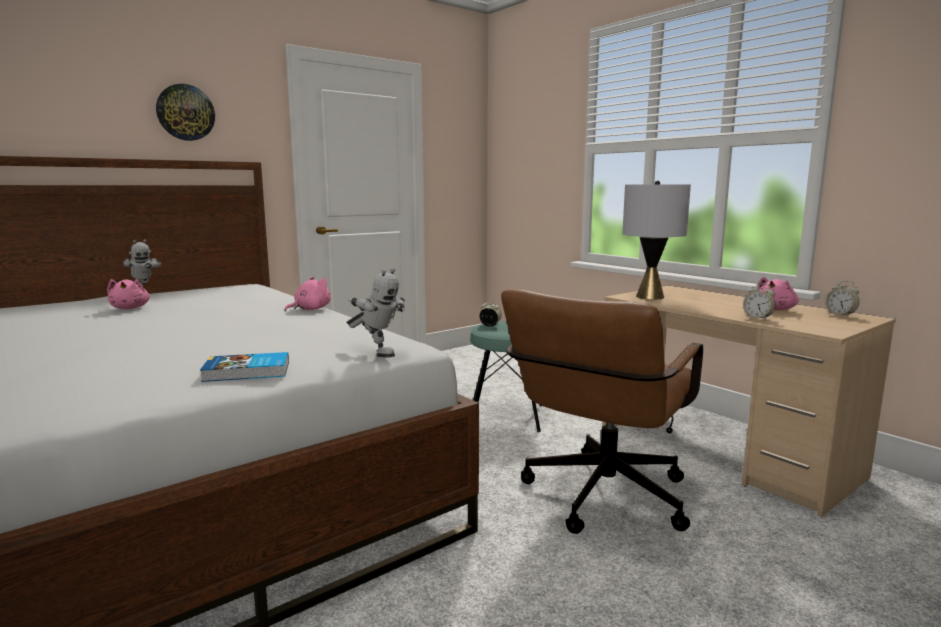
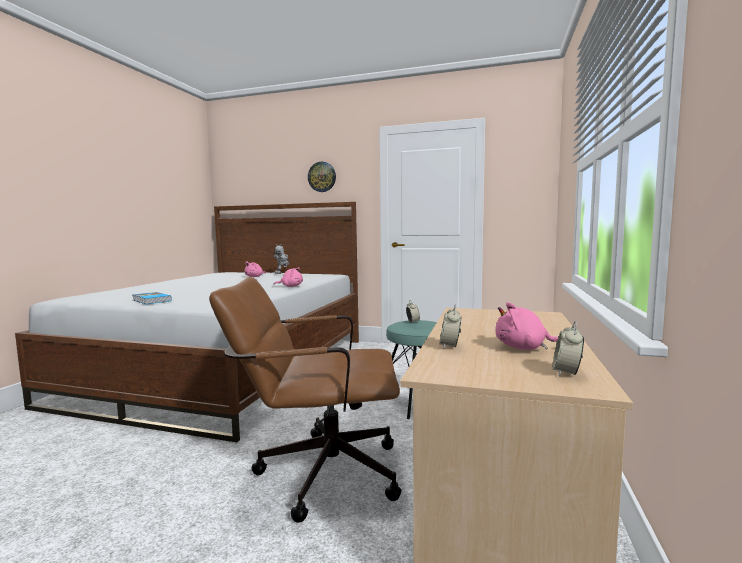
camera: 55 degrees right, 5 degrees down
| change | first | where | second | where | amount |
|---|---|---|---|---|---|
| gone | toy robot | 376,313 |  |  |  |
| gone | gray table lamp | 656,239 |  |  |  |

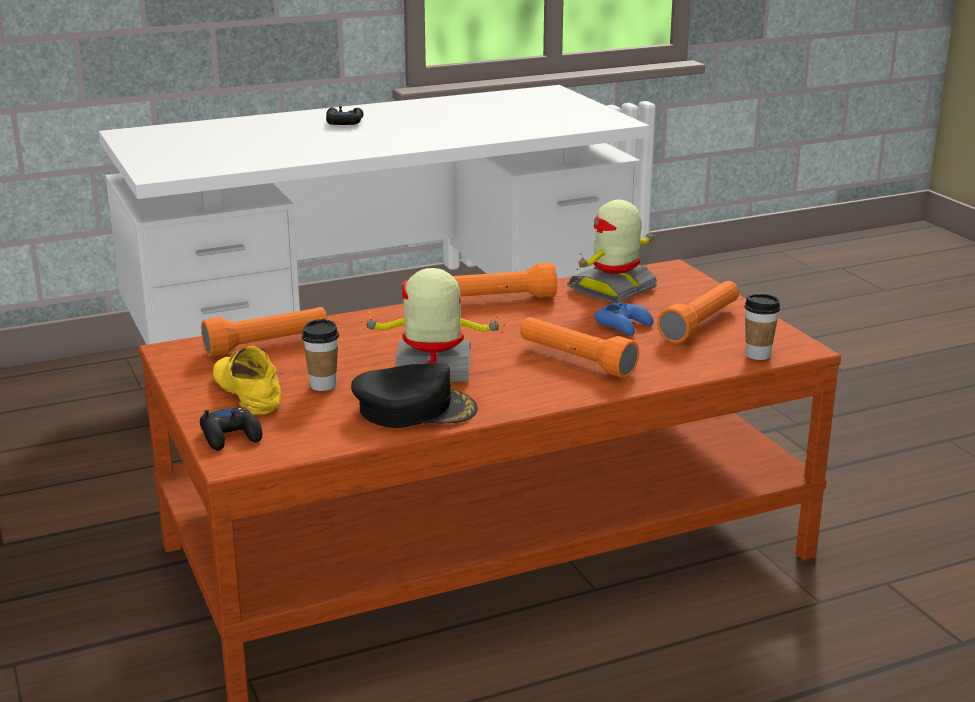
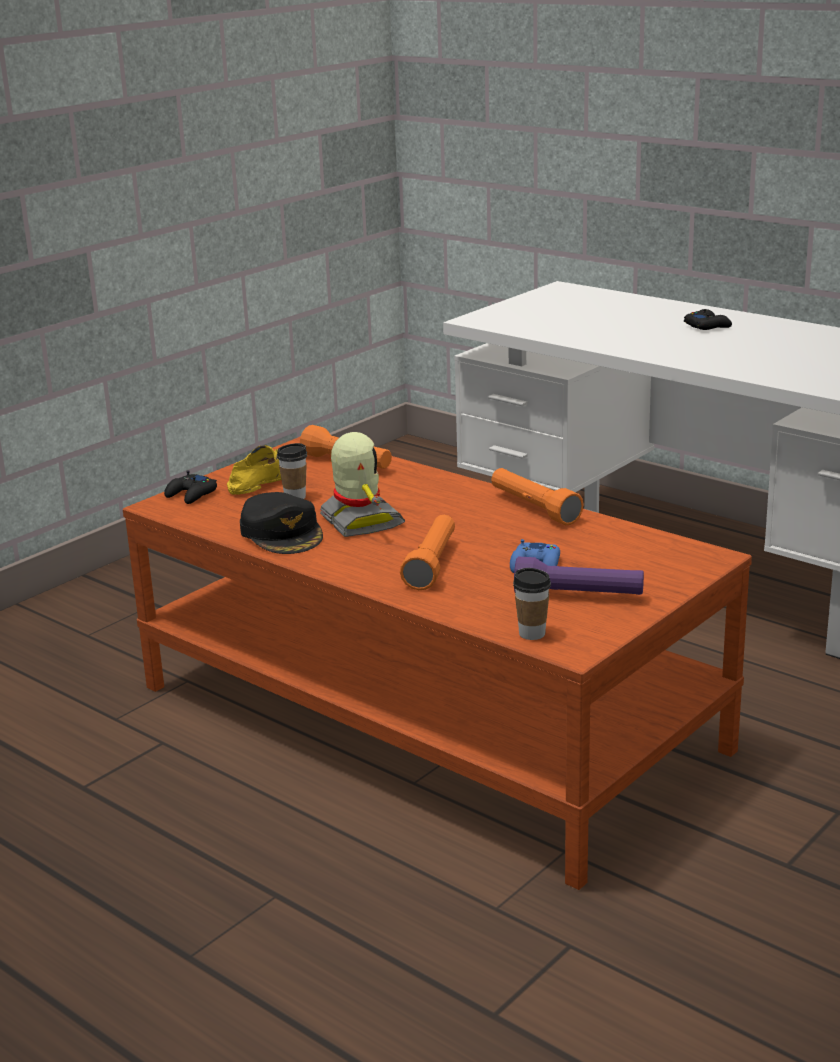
camera: 65 degrees right, 0 degrees up
| change | first | where | second | where | amount |
|---|---|---|---|---|---|
| repainted | orange-coloured flashlight | 698,312 | purple-coloured flashlight | 579,575 |  |
| gone | toy robot | 612,251 |  |  |  |

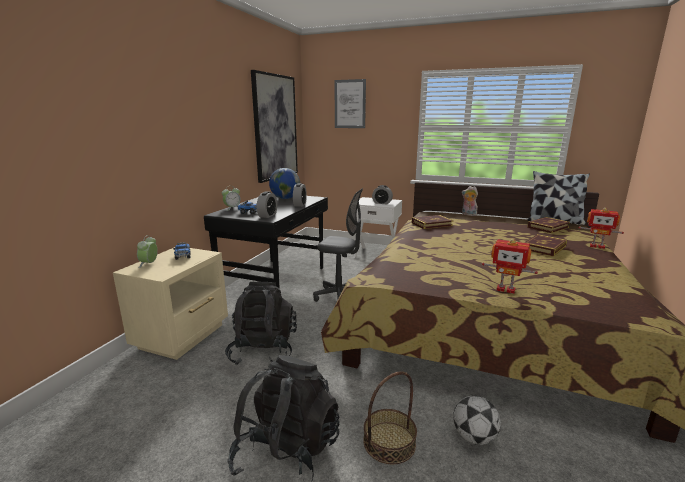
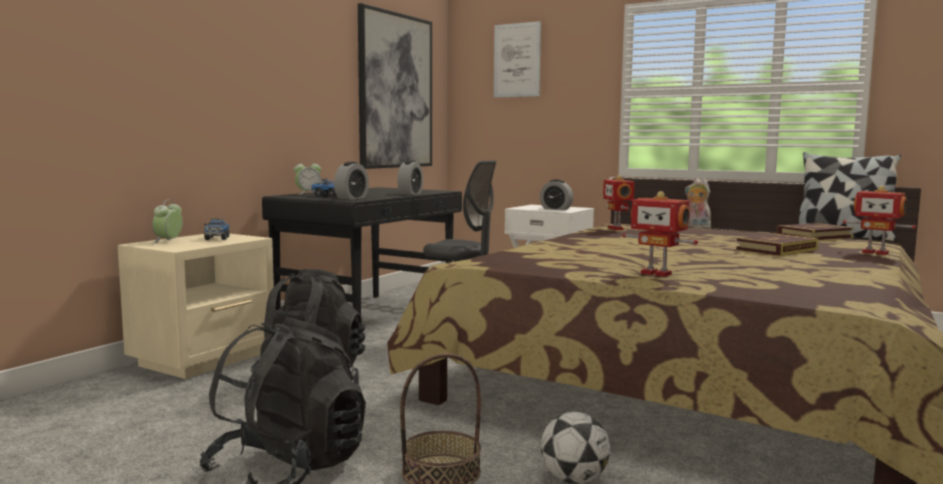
camera: 10 degrees right, 10 degrees down
| change | first | where | second | where | amount |
|---|---|---|---|---|---|
| swapped | book | 432,222 | toy robot | 619,202 |  |
| gone | globe | 284,183 |  |  |  |

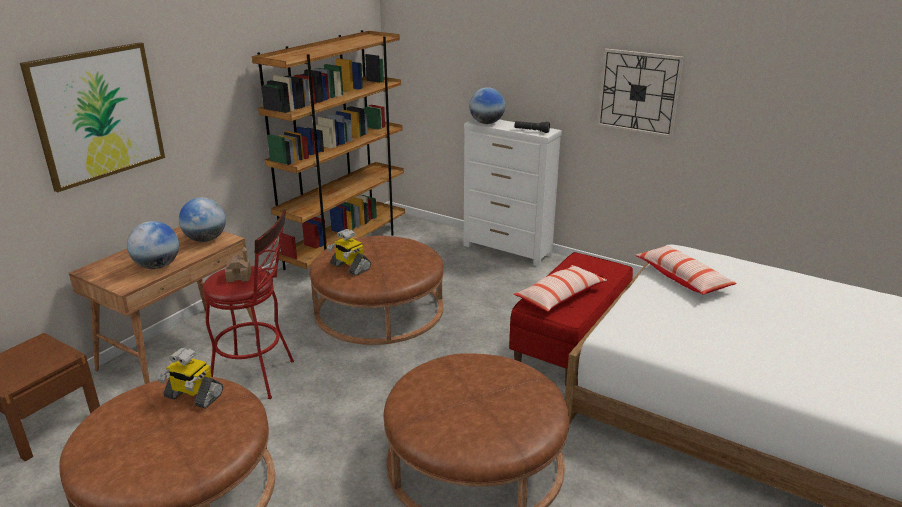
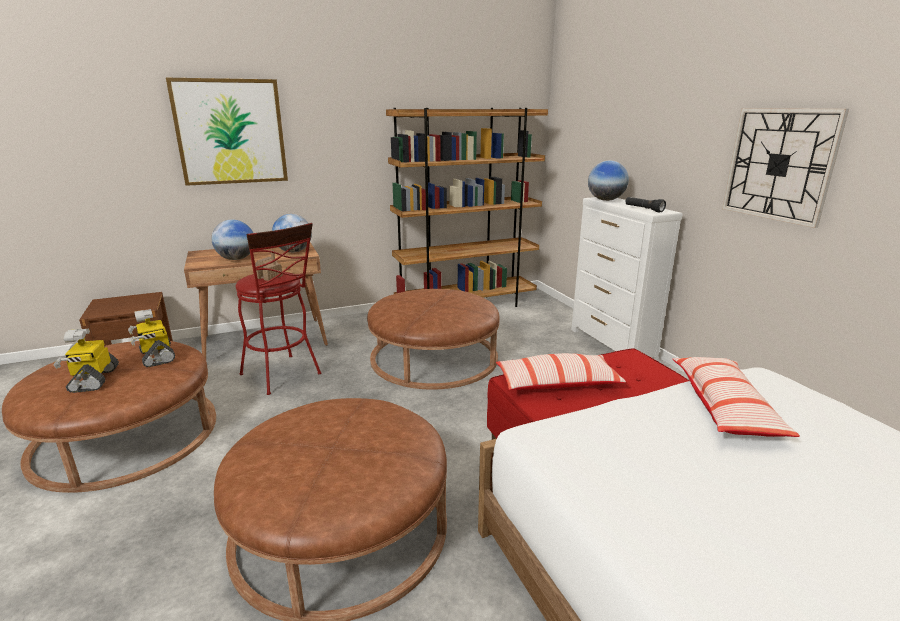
camera: 35 degrees right, 5 degrees down
| change | first | where | second | where | amount |
|---|---|---|---|---|---|
| shifted | toy robot | 349,252 |  | 86,361 |  |

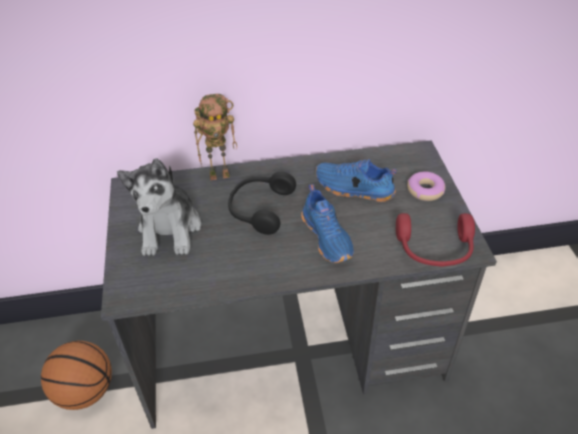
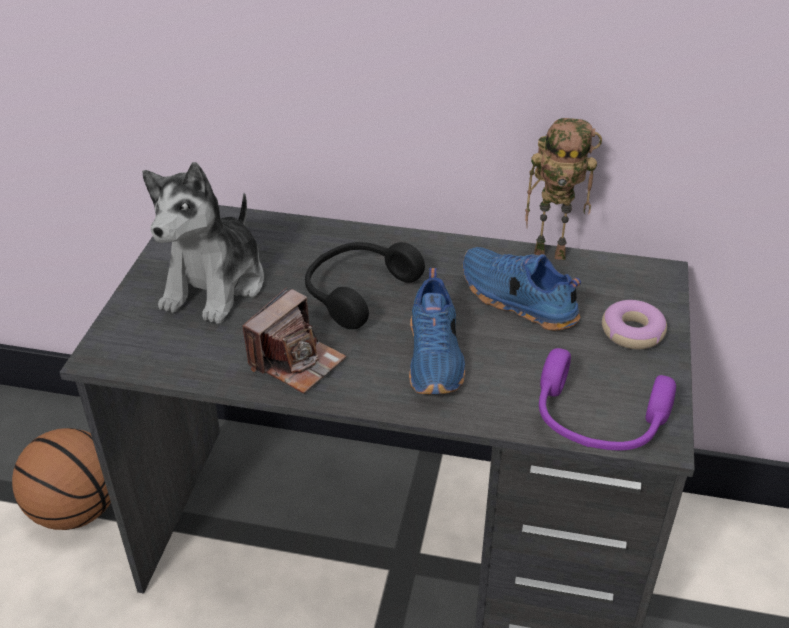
camera: 20 degrees right, 5 degrees down
| change | first | where | second | where | amount |
|---|---|---|---|---|---|
| new |  |  | still camera | 294,341 |  |
| shifted | toy robot | 215,137 |  | 563,189 |  |
| repainted | reddish headset | 435,240 | purple-coloured headset | 607,399 |  |

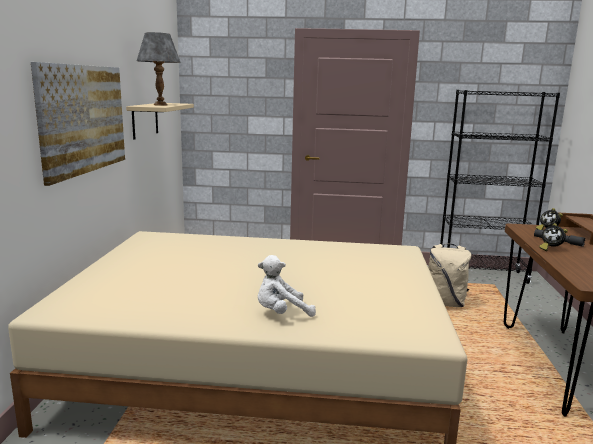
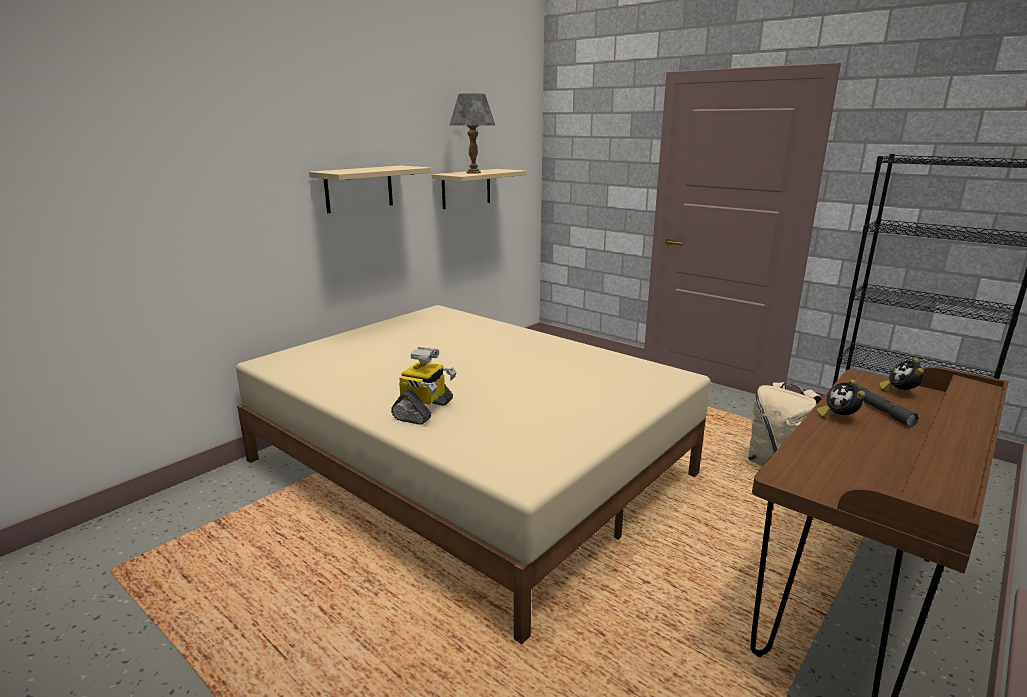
camera: 35 degrees right, 5 degrees up
| change | first | where | second | where | amount |
|---|---|---|---|---|---|
| swapped | wall picture | 78,124 | sand-coloured wall shelf | 370,189 |  |
| swapped | white-coloured plush toy | 286,286 | toy robot | 423,386 |  |

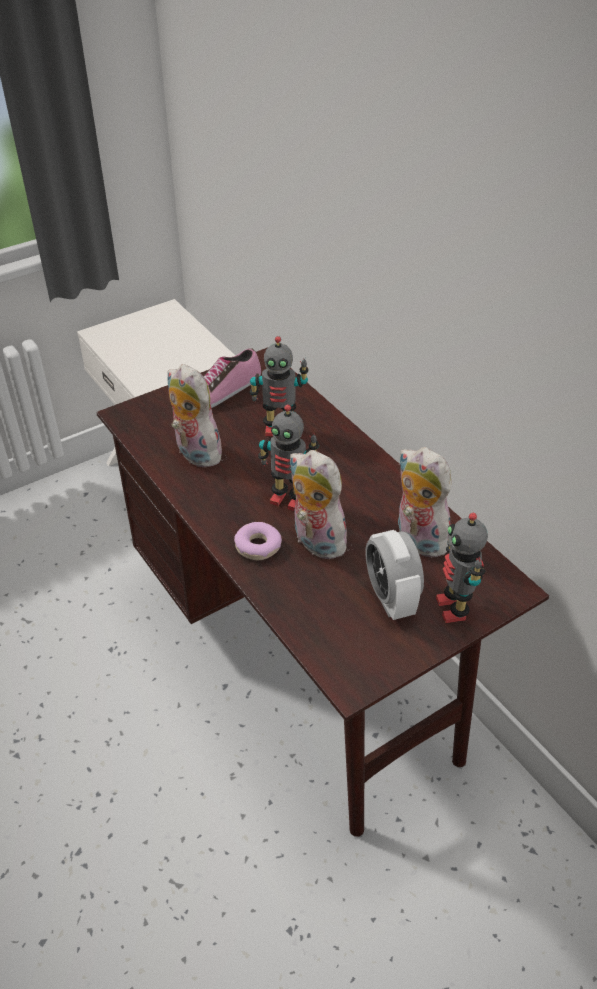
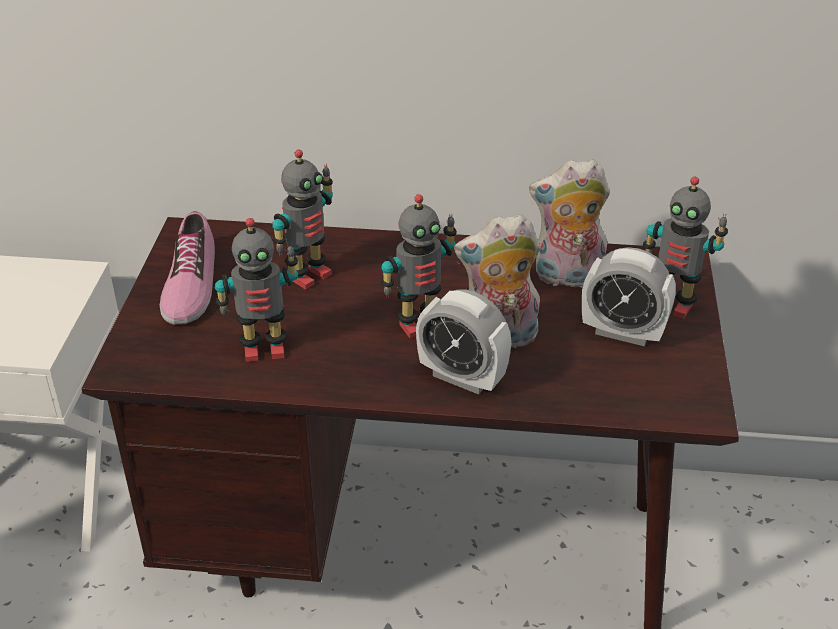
camera: 50 degrees left, 5 degrees down
| change | first | where | second | where | amount |
|---|---|---|---|---|---|
| swapped | plush toy | 195,416 | toy robot | 256,290 |  |
| swapped | doughnut | 258,541 | table clock | 463,341 |  |

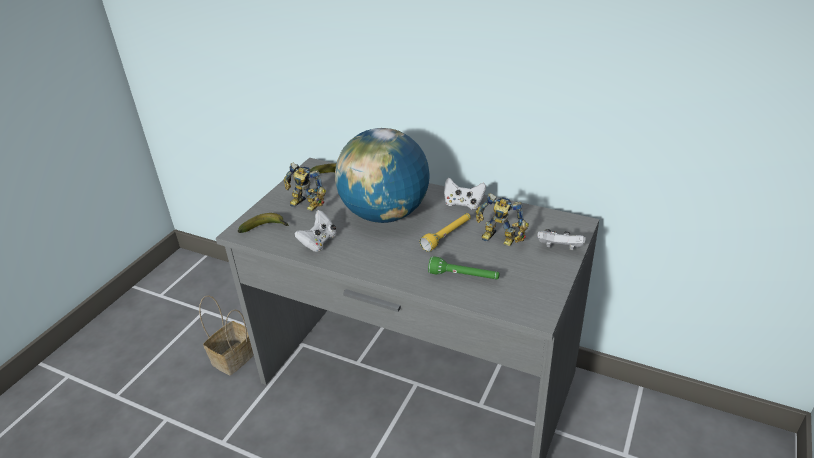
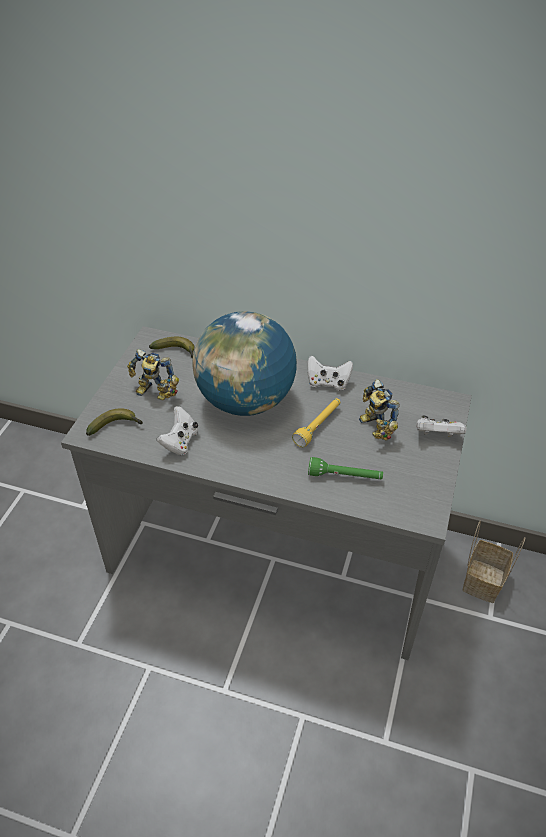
camera: 10 degrees left, 10 degrees up
| change | first | where | second | where | amount |
|---|---|---|---|---|---|
| rotated | toy robot | 502,219 |  | 379,410 | 45 degrees clockwise |
| shifted | basket | 226,335 |  | 494,561 |  |

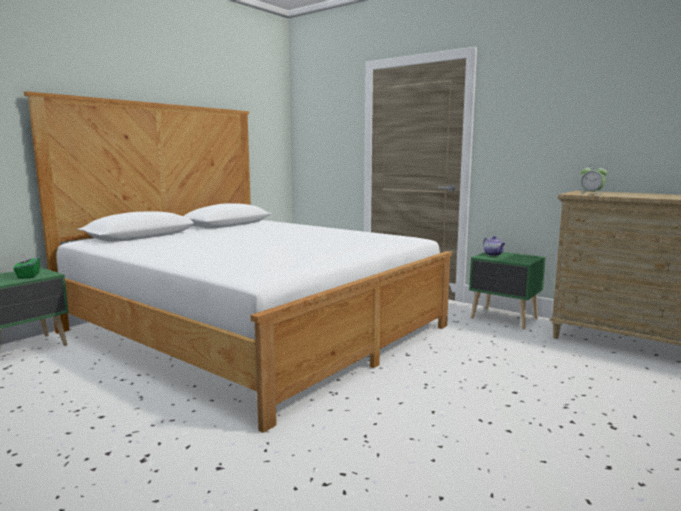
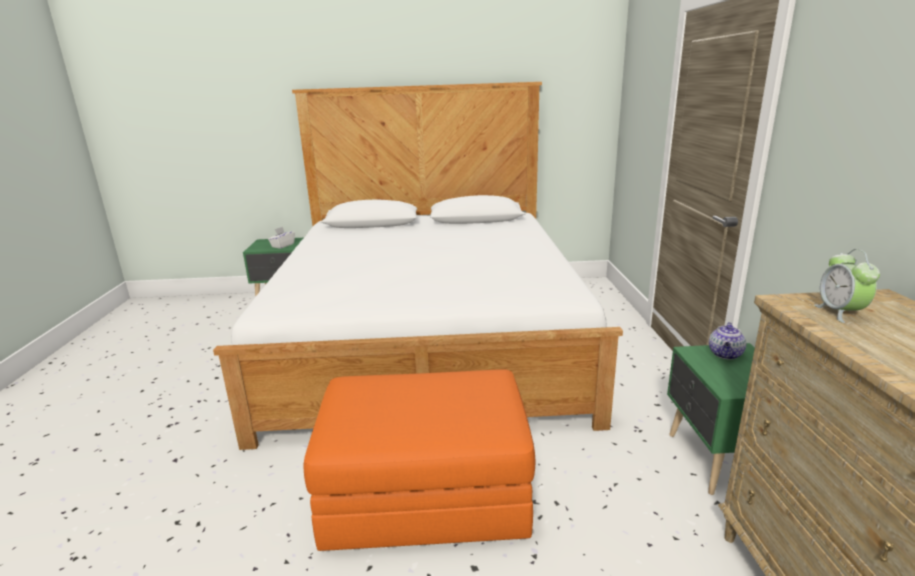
camera: 50 degrees right, 10 degrees up
| change | first | where | second | where | amount |
|---|---|---|---|---|---|
| repainted | greenish tissue box | 26,266 | white-coloured tissue box | 281,238 |  |
| new |  |  | orange-coloured ottoman | 419,460 |  |

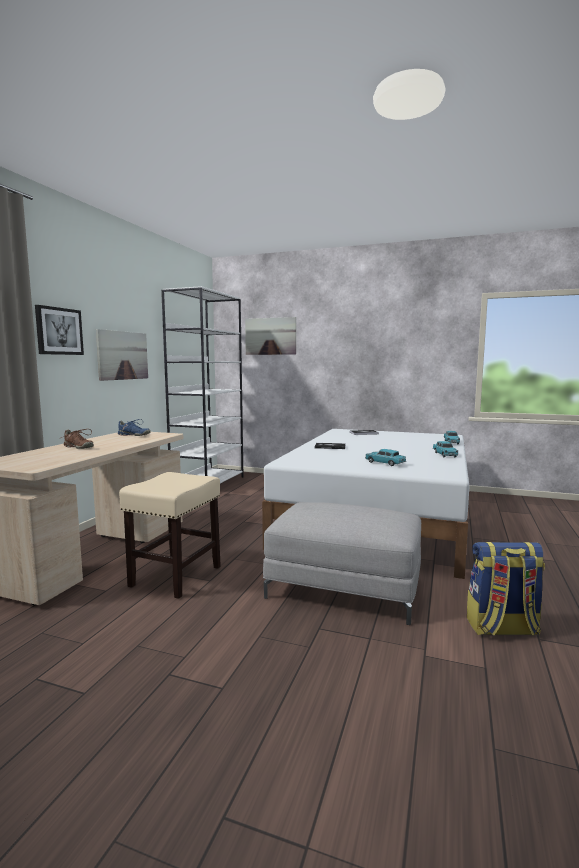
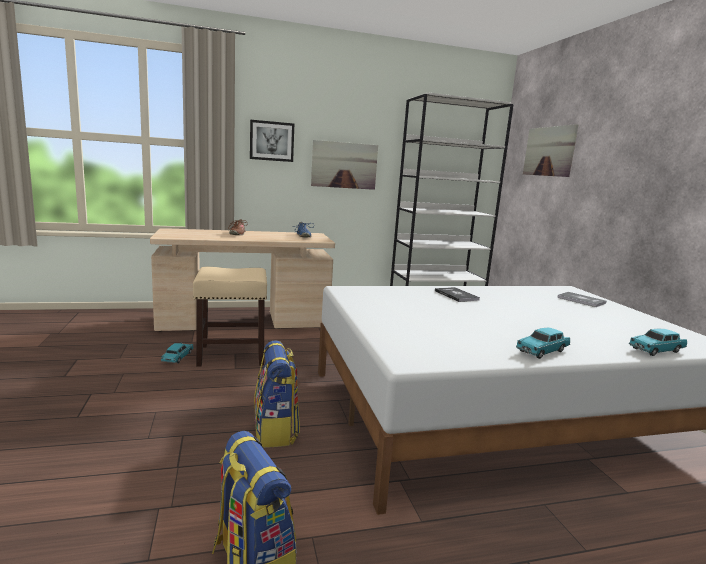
camera: 55 degrees right, 5 degrees up
| change | first | where | second | where | amount |
|---|---|---|---|---|---|
| shifted | turquoise-coloured miniature car | 385,457 |  | 177,353 |  |
| swapped | gray ottoman | 342,563 | rucksack | 277,394 |  |

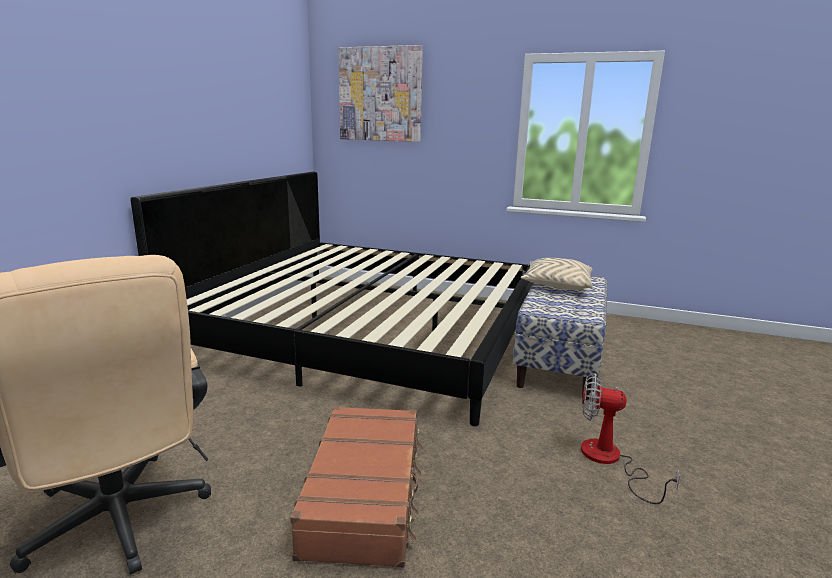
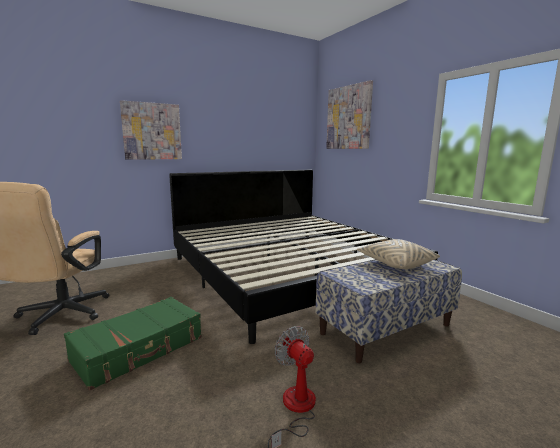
camera: 40 degrees right, 5 degrees down
| change | first | where | second | where | amount |
|---|---|---|---|---|---|
| repainted | brown piece of luggage | 356,487 | greenish piece of luggage | 133,344 |  |
| new |  |  | wall picture | 151,130 |  |

